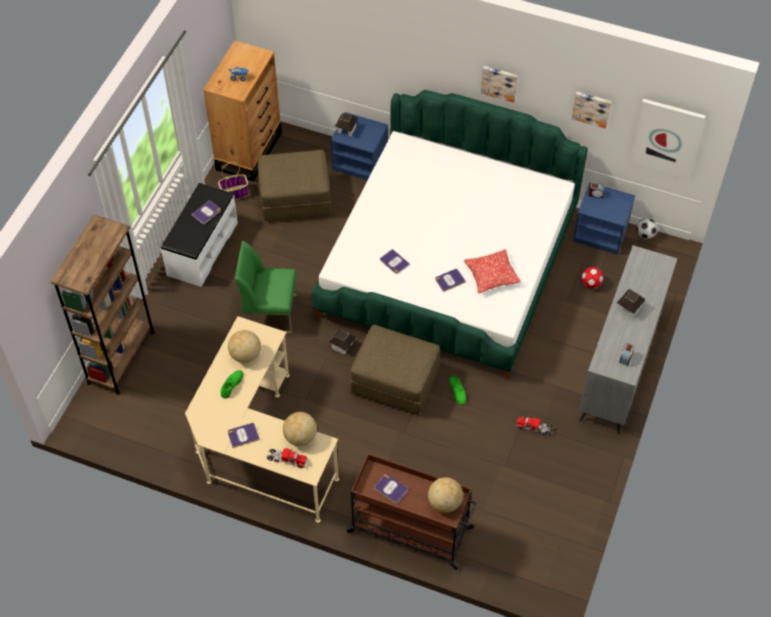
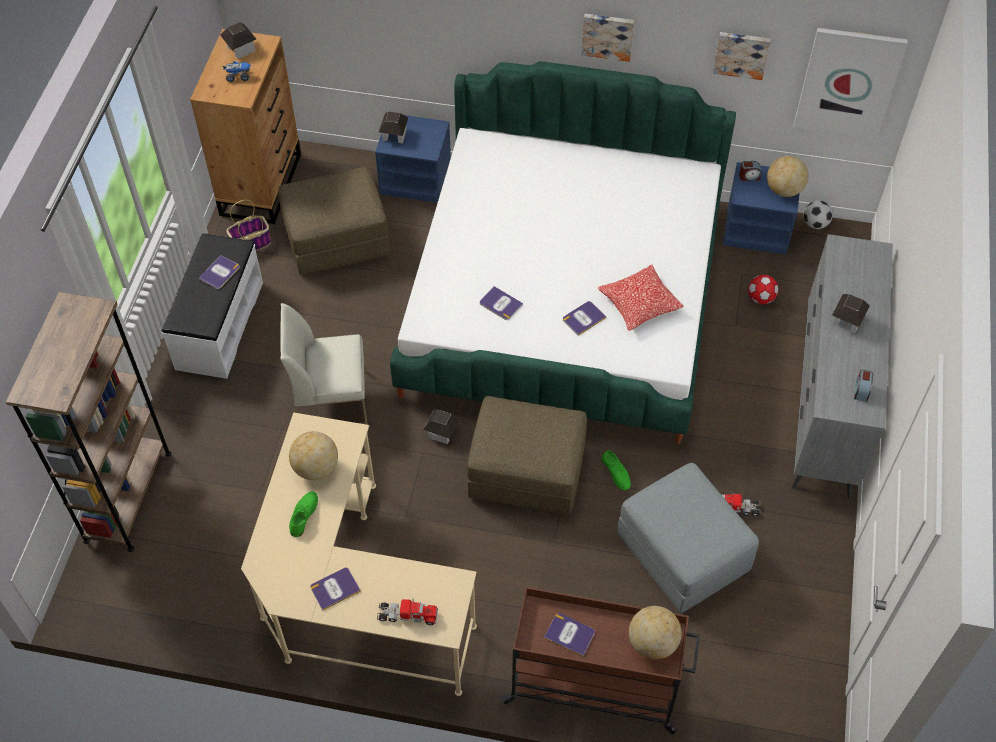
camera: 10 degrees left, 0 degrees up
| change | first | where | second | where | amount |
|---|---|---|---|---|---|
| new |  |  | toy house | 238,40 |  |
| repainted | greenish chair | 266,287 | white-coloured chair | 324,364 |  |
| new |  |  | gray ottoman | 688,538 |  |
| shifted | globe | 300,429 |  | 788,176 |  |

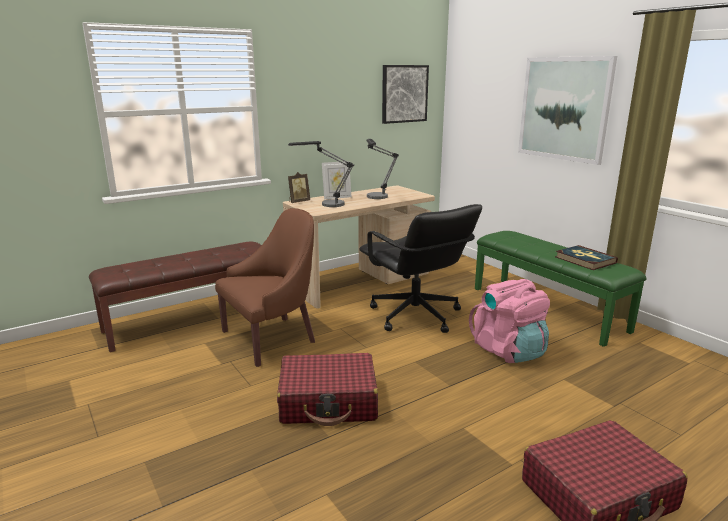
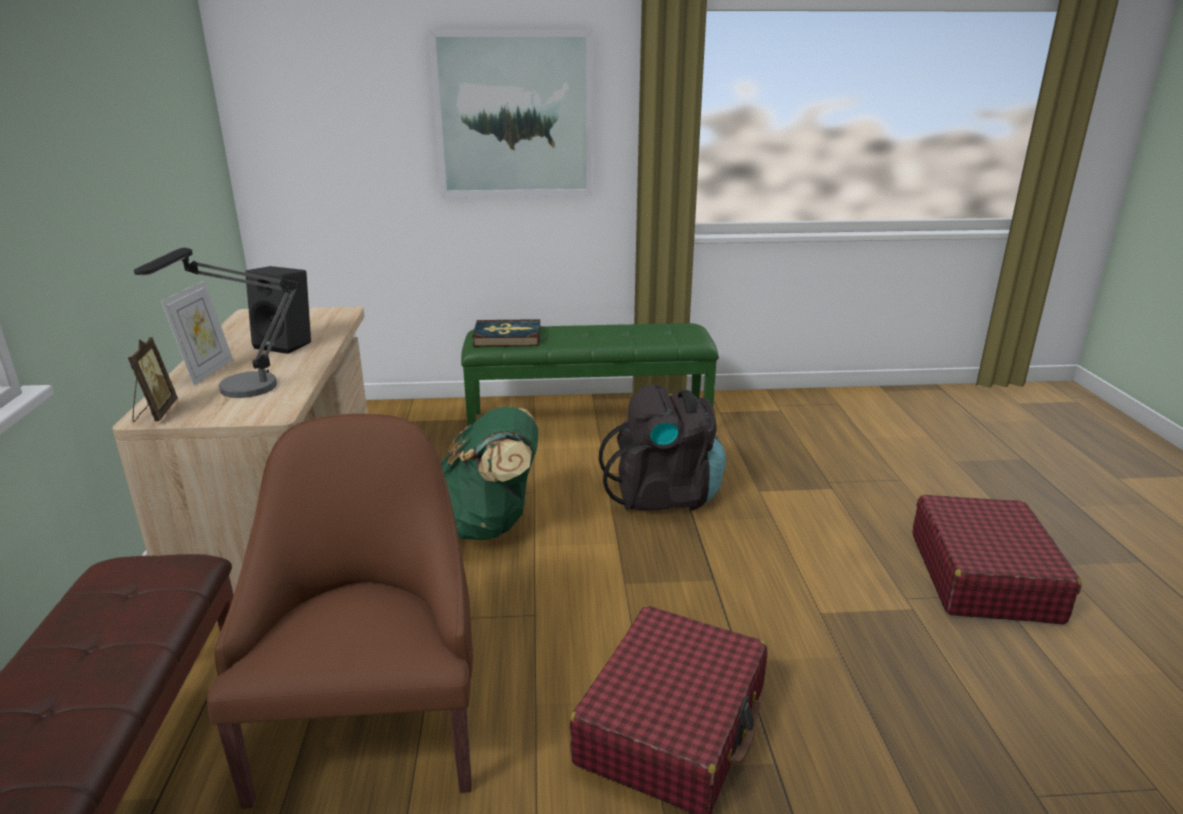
camera: 60 degrees left, 5 degrees up
| change | first | where | second | where | amount |
|---|---|---|---|---|---|
| swapped | table lamp | 382,169 | black-coloured loudspeaker | 278,310 |  |
| swapped | black-coloured office chair | 420,268 | greenish rucksack | 489,473 |  |
| shifted | book | 586,257 |  | 506,333 |  |
| repainted | pink-coloured rucksack | 509,321 | black-coloured rucksack | 662,447 |  |
| gone | wall picture | 405,94 |  |  |  |

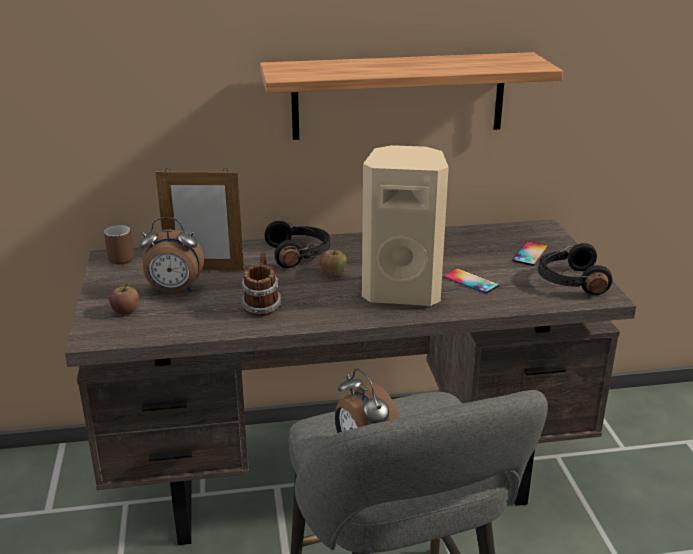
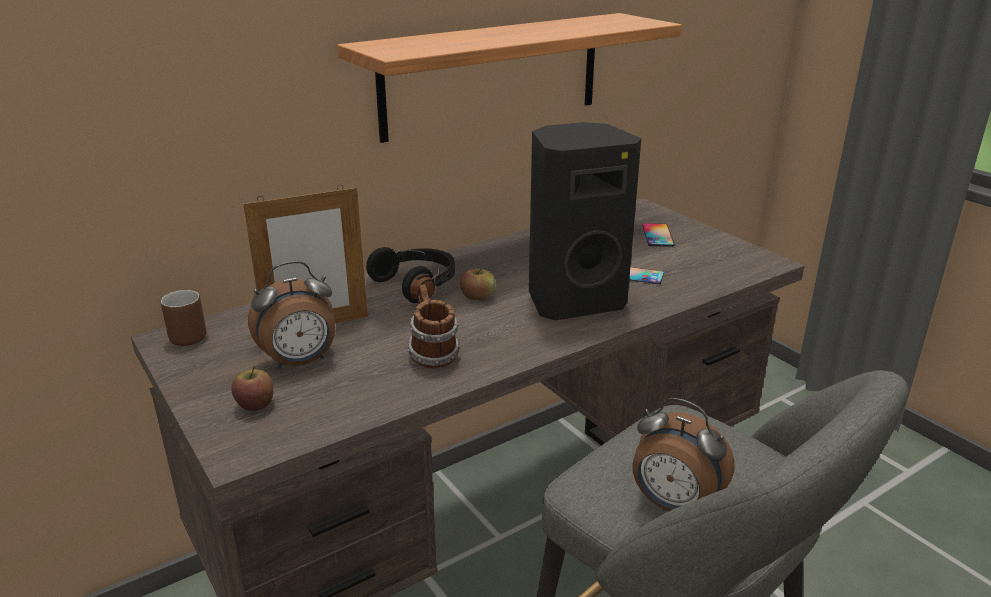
camera: 25 degrees left, 0 degrees up
| change | first | where | second | where | amount |
|---|---|---|---|---|---|
| repainted | sand-coloured loudspeaker | 405,225 | black-coloured loudspeaker | 585,221 |  |
| gone | black-coloured headset | 575,269 |  |  |  |

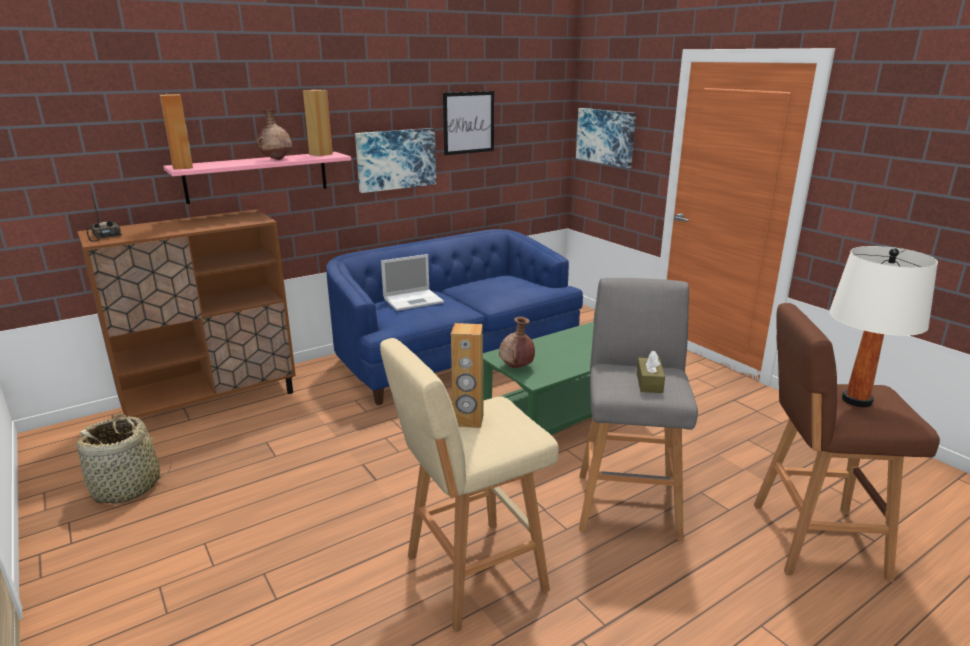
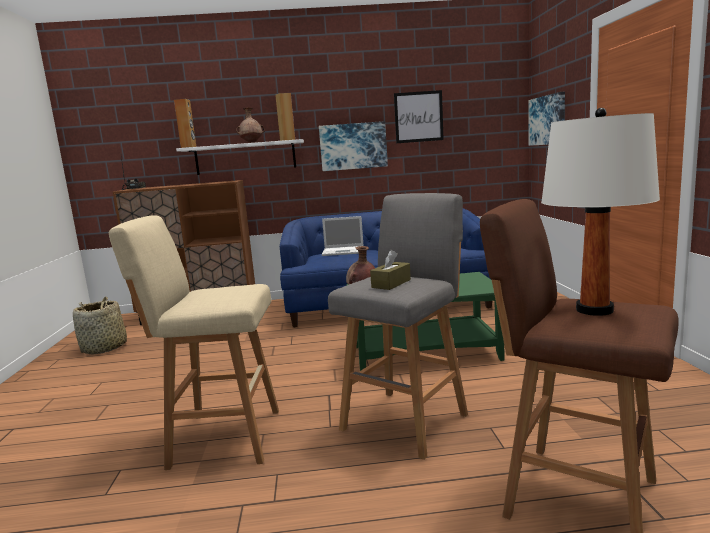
camera: 30 degrees right, 10 degrees down
| change | first | where | second | where | amount |
|---|---|---|---|---|---|
| repainted | pink-coloured wall shelf | 257,178 | white-coloured wall shelf | 240,157 |  |
| gone | brown loudspeaker | 467,375 |  |  |  |

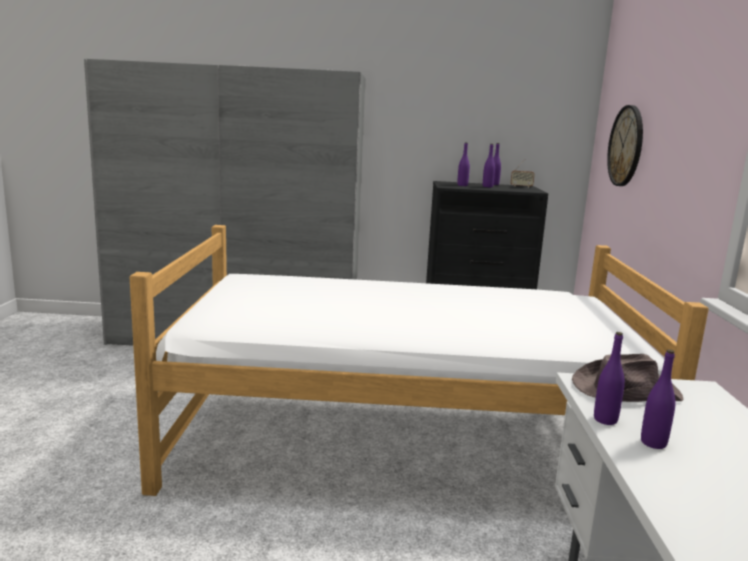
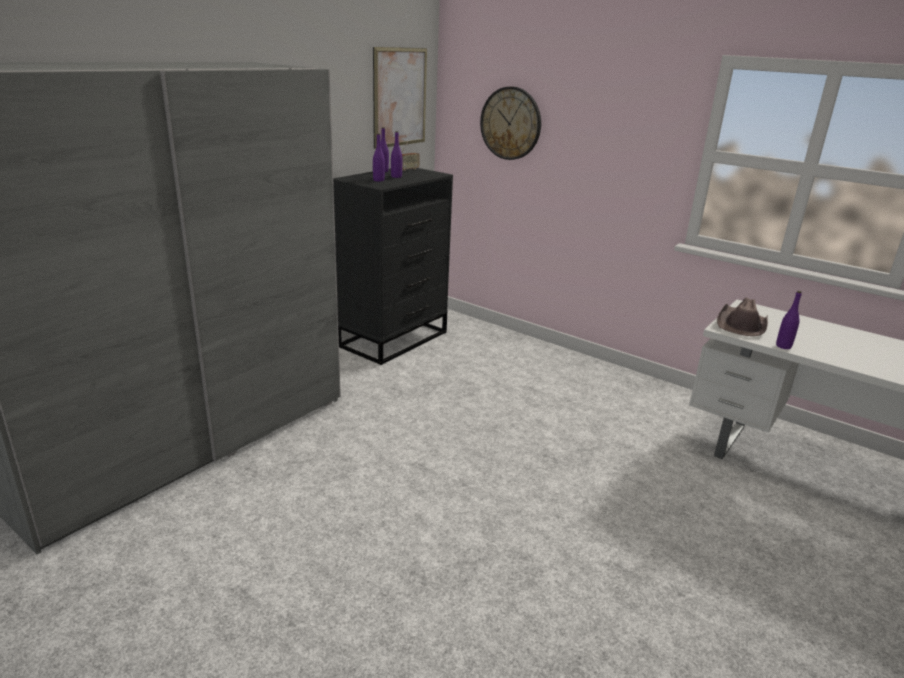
camera: 55 degrees left, 10 degrees up
| change | first | where | second | where | amount |
|---|---|---|---|---|---|
| new |  |  | wall picture | 400,98 |  |
| gone | sleeping bed | 419,360 |  |  |  |
| gone | purple-coloured drink bottle | 658,399 |  |  |  |

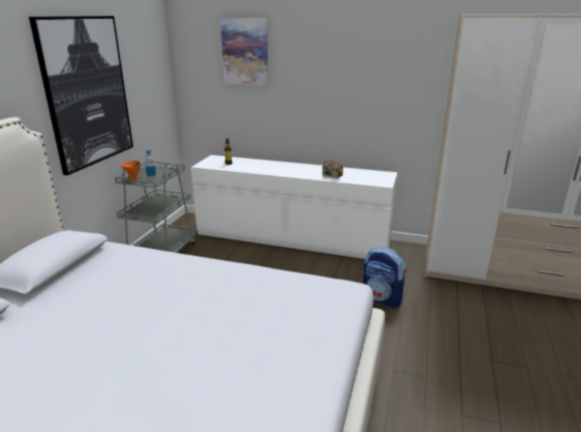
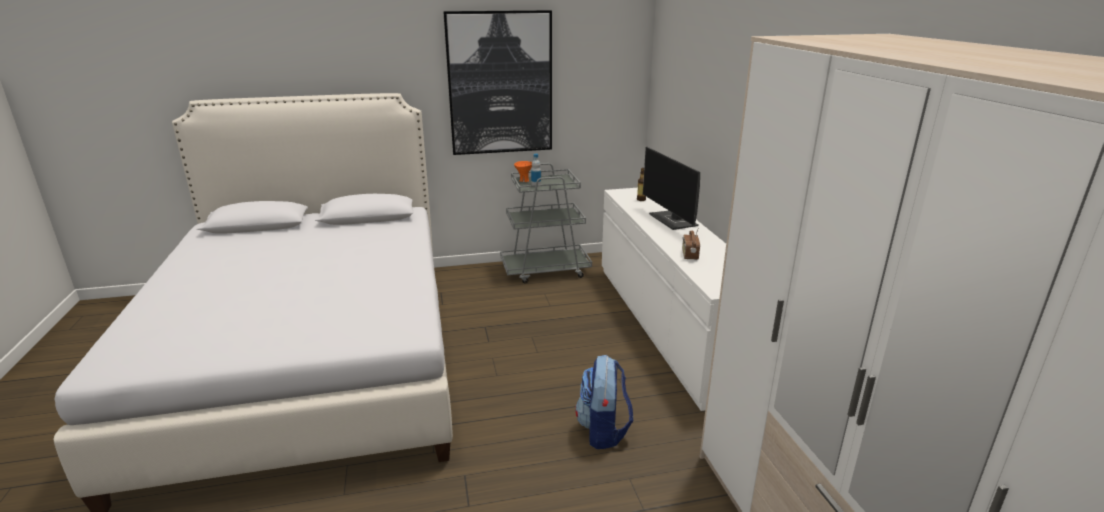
camera: 60 degrees right, 0 degrees up
| change | first | where | second | where | amount |
|---|---|---|---|---|---|
| new |  |  | computer display | 671,188 |  |
| gone | wall picture | 244,52 |  |  |  |

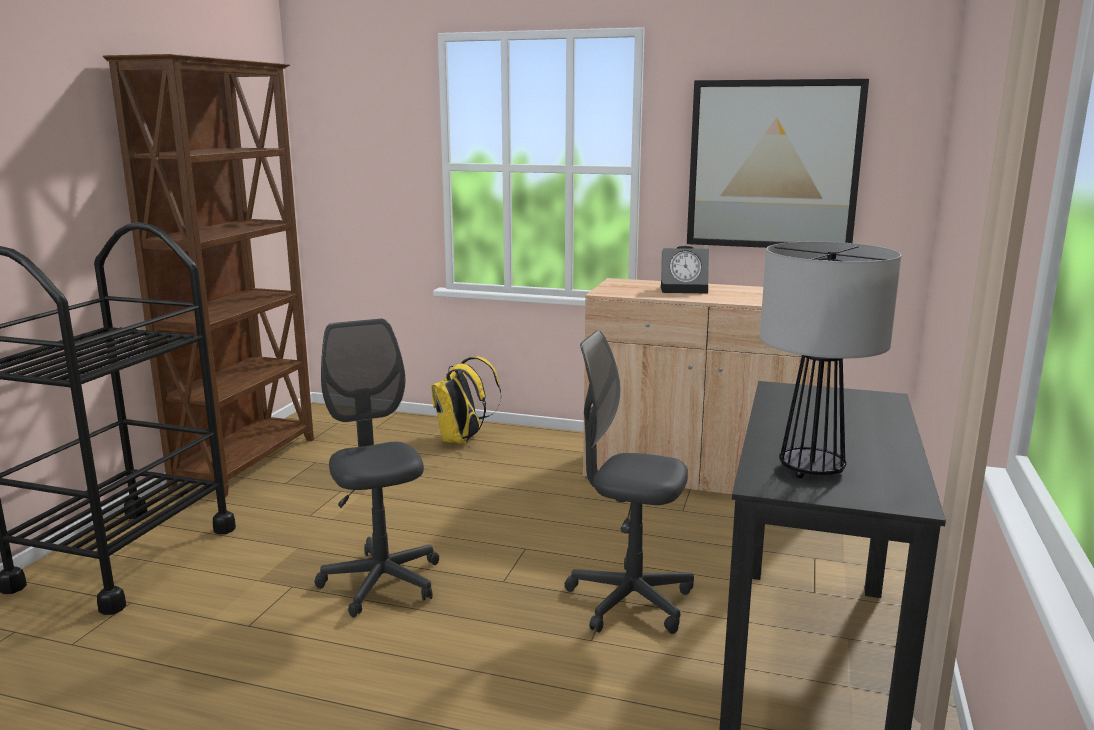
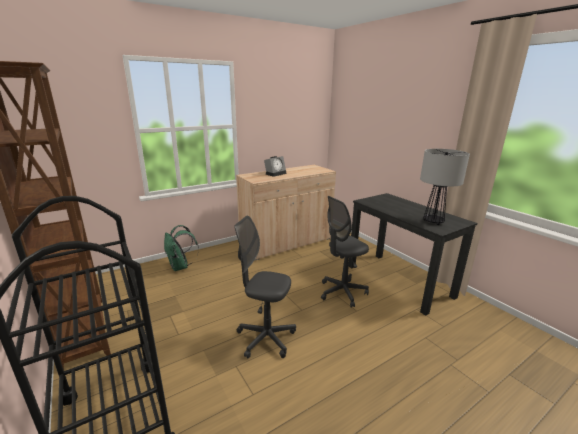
camera: 50 degrees left, 5 degrees up
| change | first | where | second | where | amount |
|---|---|---|---|---|---|
| repainted | yellow-coloured rucksack | 466,400 | greenish rucksack | 181,248 |  |
| gone | wall picture | 778,163 |  |  |  |

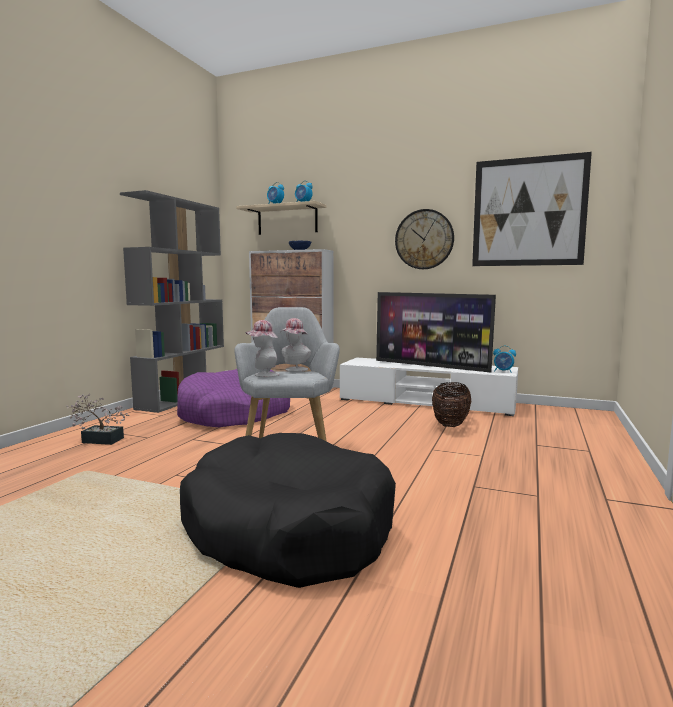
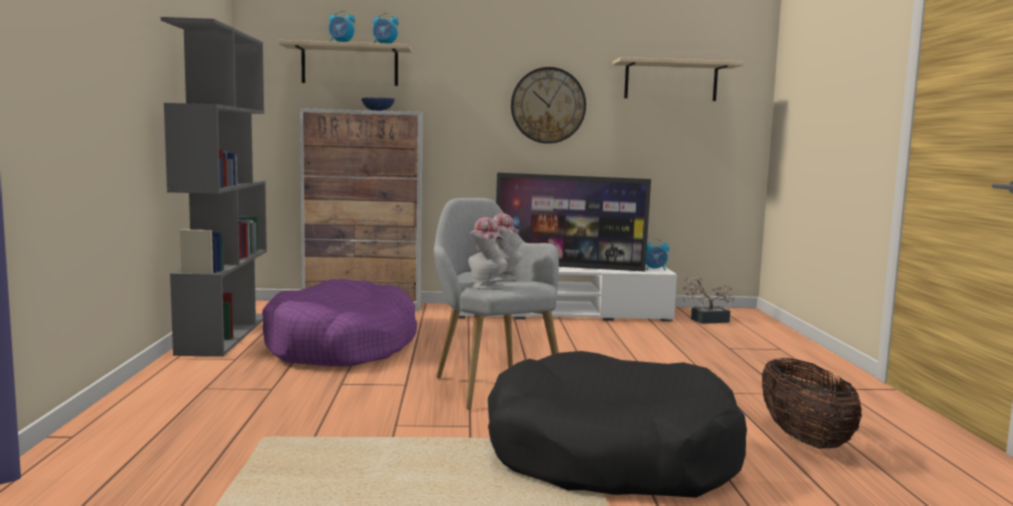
camera: 25 degrees left, 0 degrees up
| change | first | where | second | where | amount |
|---|---|---|---|---|---|
| swapped | wall picture | 532,209 | sand-coloured wall shelf | 678,79 |  |
| shifted | potted plant | 98,419 |  | 709,300 |  |
| shifted | basket | 451,405 |  | 812,403 |  |

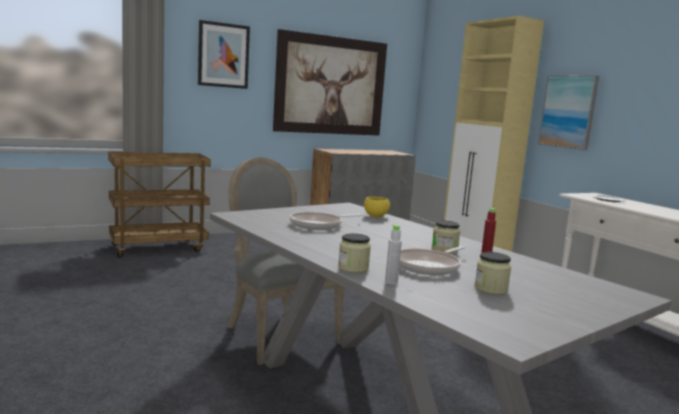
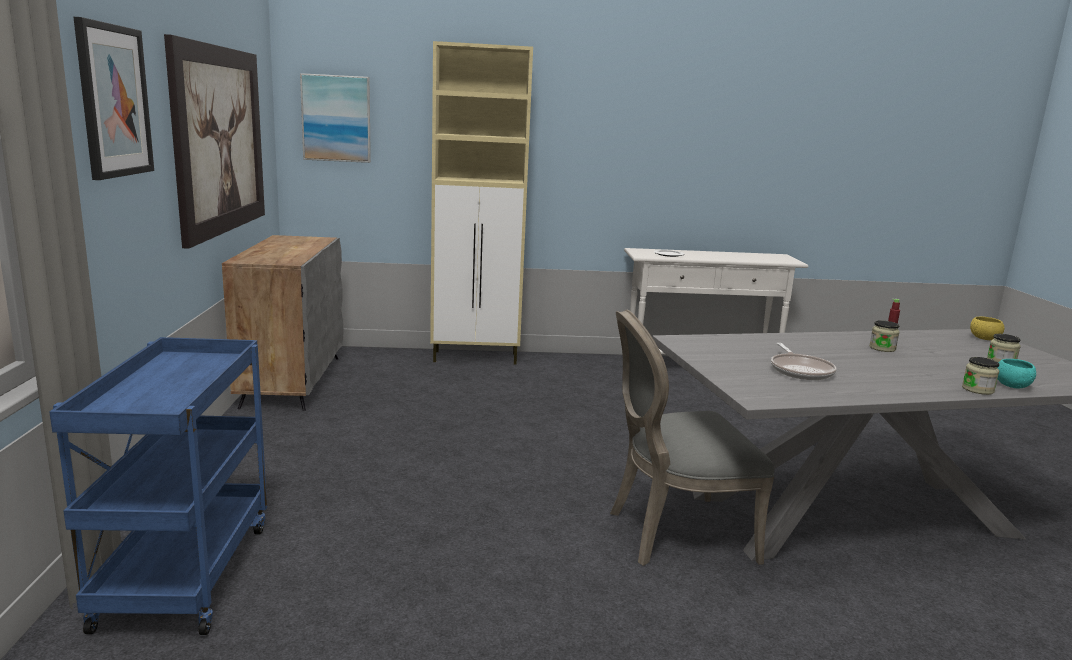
camera: 65 degrees left, 5 degrees up
| change | first | where | second | where | amount |
|---|---|---|---|---|---|
| repainted | brown cart | 159,205 | blue cart | 158,486 |  |
| shifted | wall picture | 568,113 |  | 335,118 |  |
| shifted | yellow-coloured serving bowl | 377,207 |  | 987,328 |  |
| swapped | gray drink bottle | 393,255 | turquoise-coloured serving bowl | 1016,374 |  |
| gone | pan | 432,260 |  |  |  |

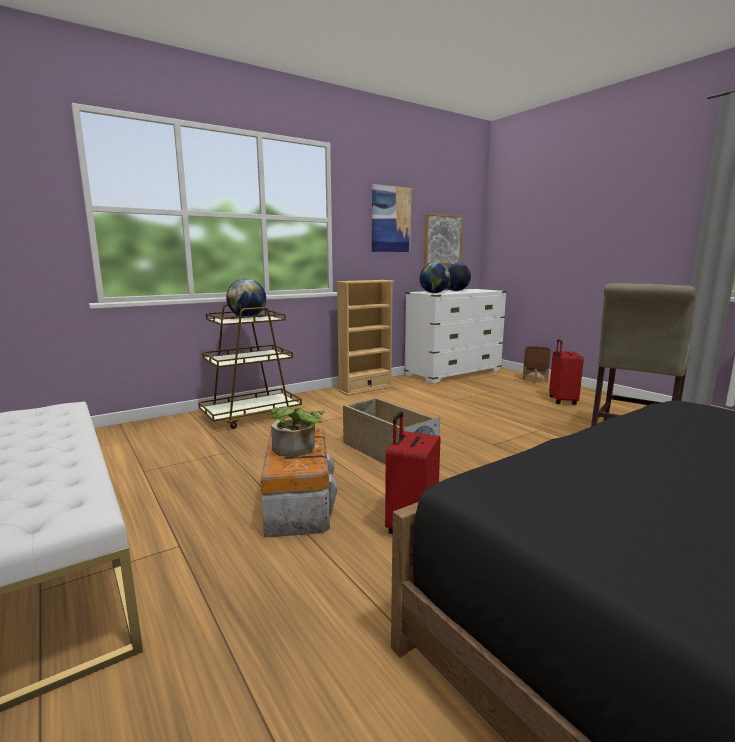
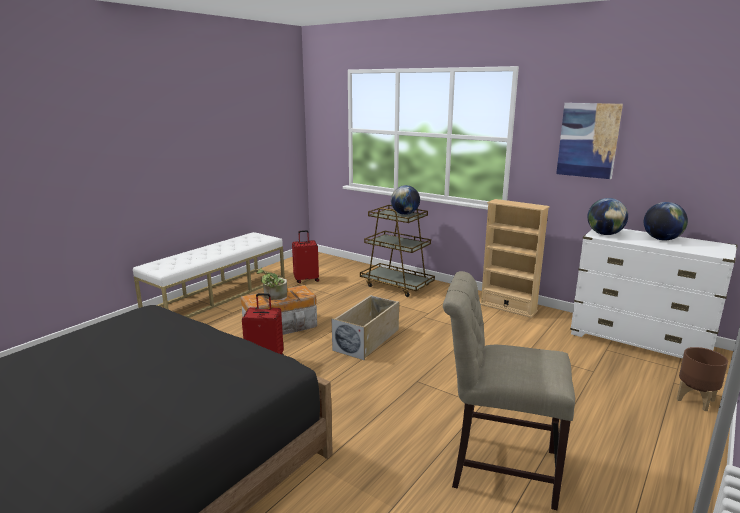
camera: 70 degrees right, 5 degrees up
| change | first | where | second | where | amount |
|---|---|---|---|---|---|
| shifted | reddish piece of luggage | 566,372 |  | 305,256 |  |
| gone | wall picture | 443,238 |  |  |  |

